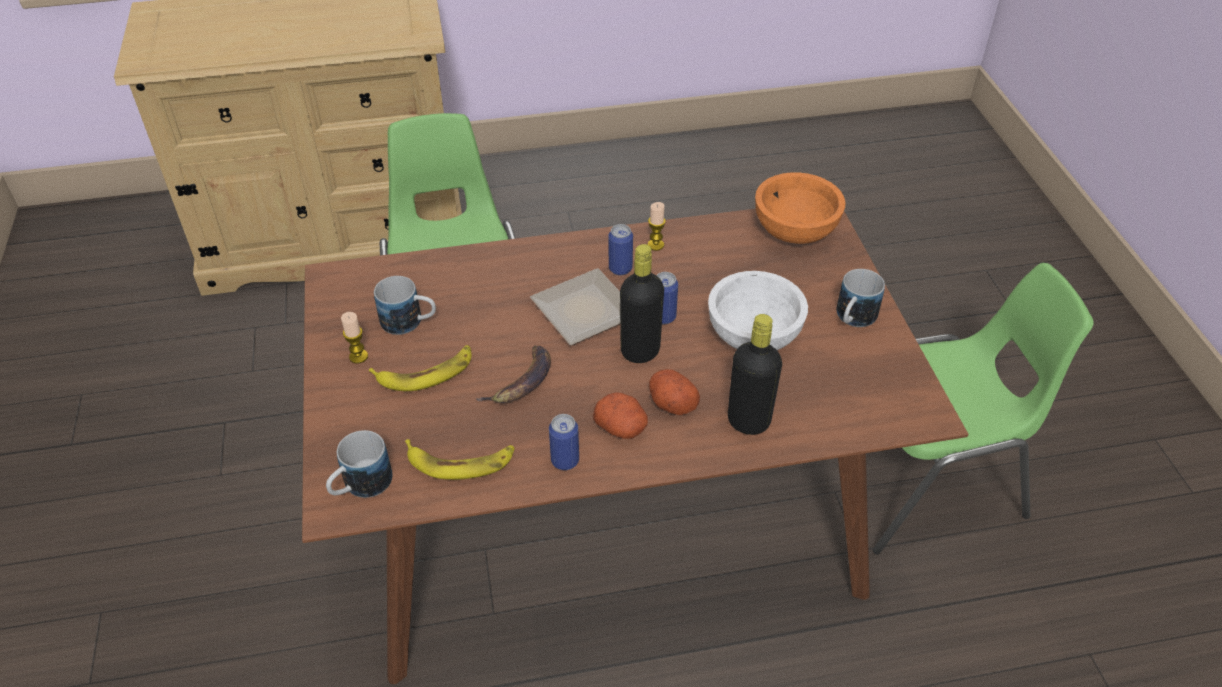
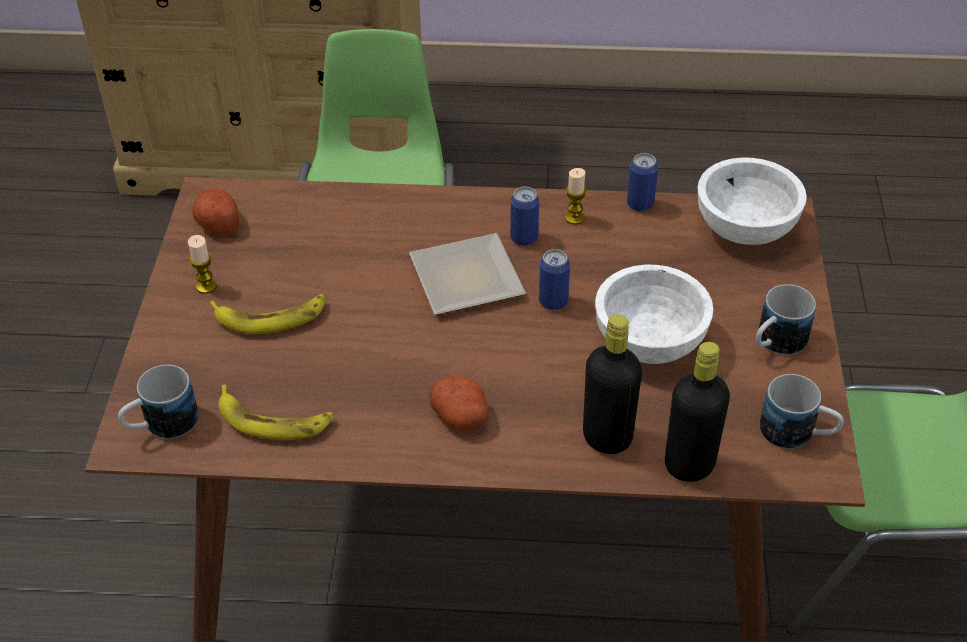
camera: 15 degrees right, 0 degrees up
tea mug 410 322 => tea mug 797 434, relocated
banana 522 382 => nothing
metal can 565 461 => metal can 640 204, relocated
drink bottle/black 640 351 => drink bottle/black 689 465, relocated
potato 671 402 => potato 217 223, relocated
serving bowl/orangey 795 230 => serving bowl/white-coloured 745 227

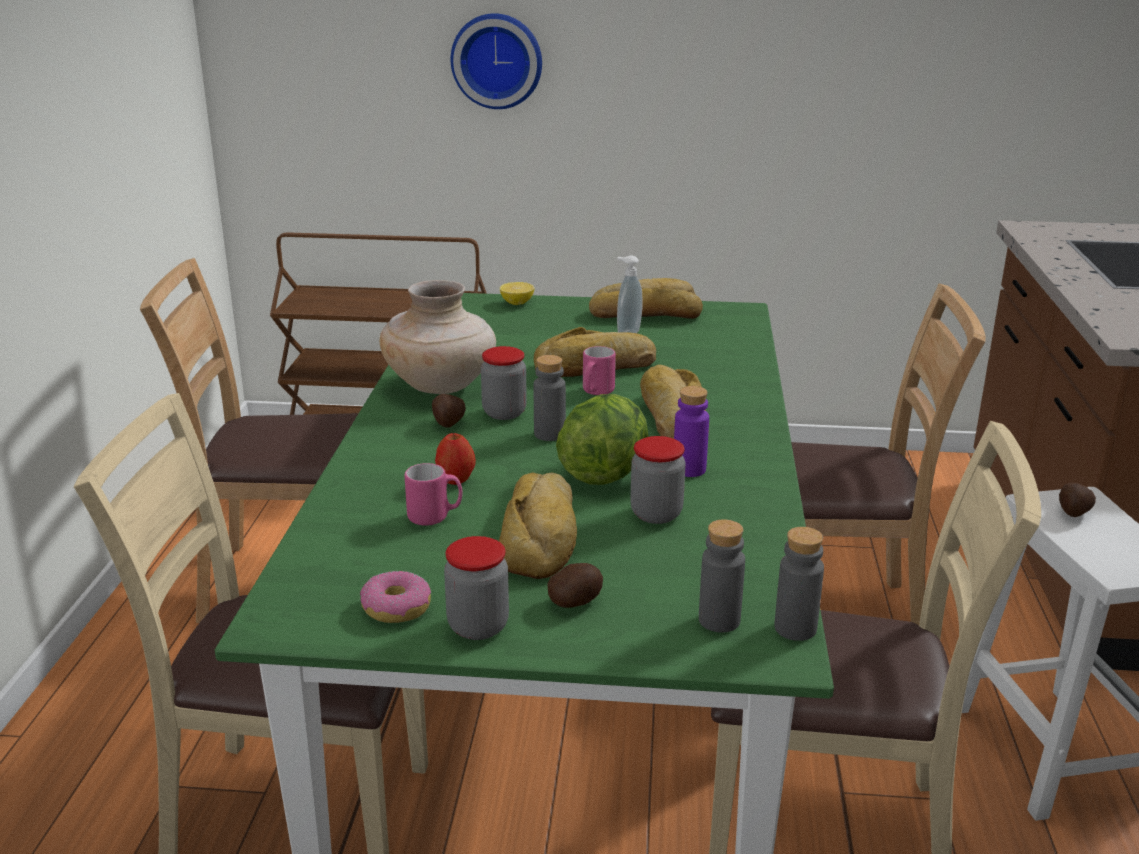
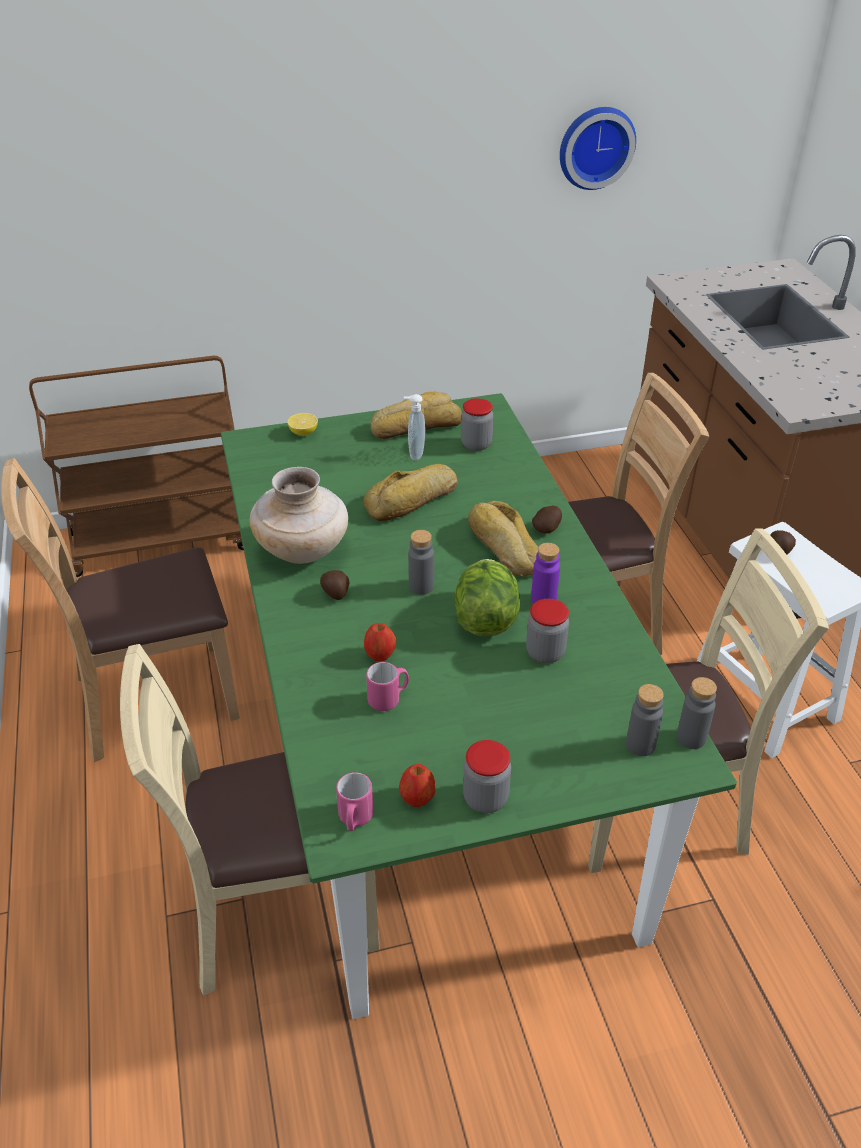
camera: 20 degrees left, 15 degrees up
donut 396 608 => apple fruit 417 798
wall clock 497 60 => wall clock 595 146, relocated
storage jar 504 413 => storage jar 476 444, relocated
baked bread 542 535 => nothing
potato 576 602 => potato 547 528, relocated
tea mug/pinkish 596 392 => tea mug/pinkish 355 820, relocated

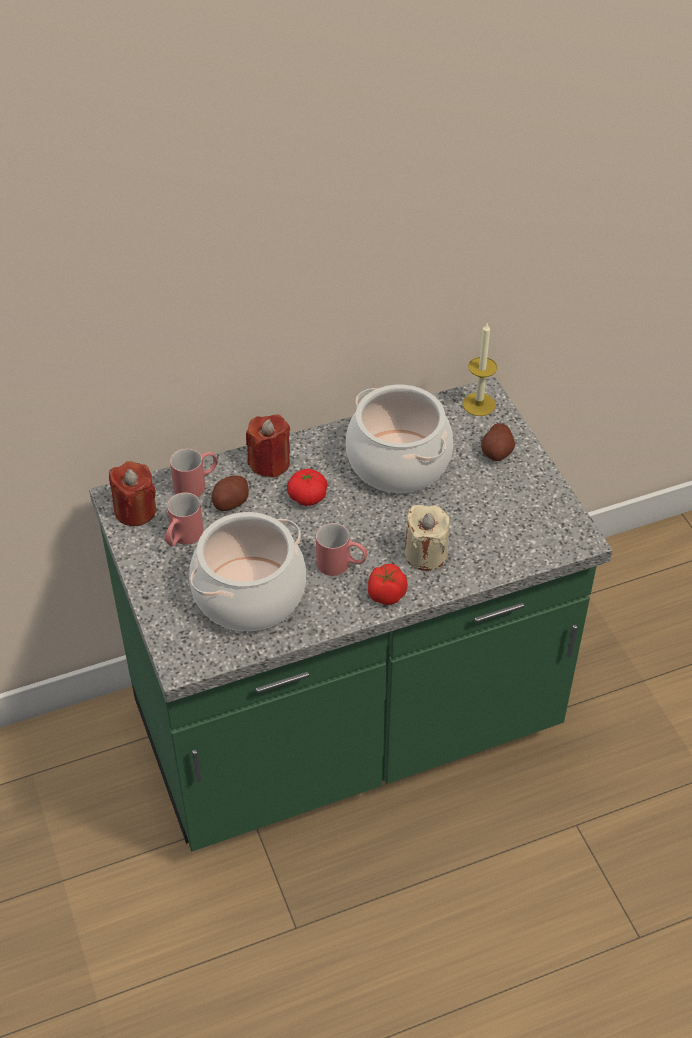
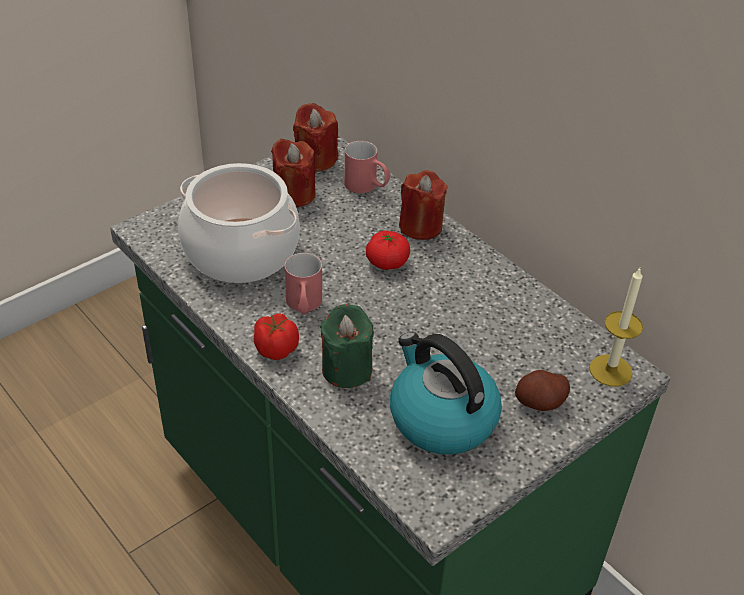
camera: 70 degrees right, 5 degrees down
tea mug/red-coloured 182 538 => wax candle/red-coloured 294 194
potato 230 502 => nothing
saucepot 397 462 => nothing
wax candle/beige 425 554 => wax candle/greenish 346 369
nothing => water kettle 441 418

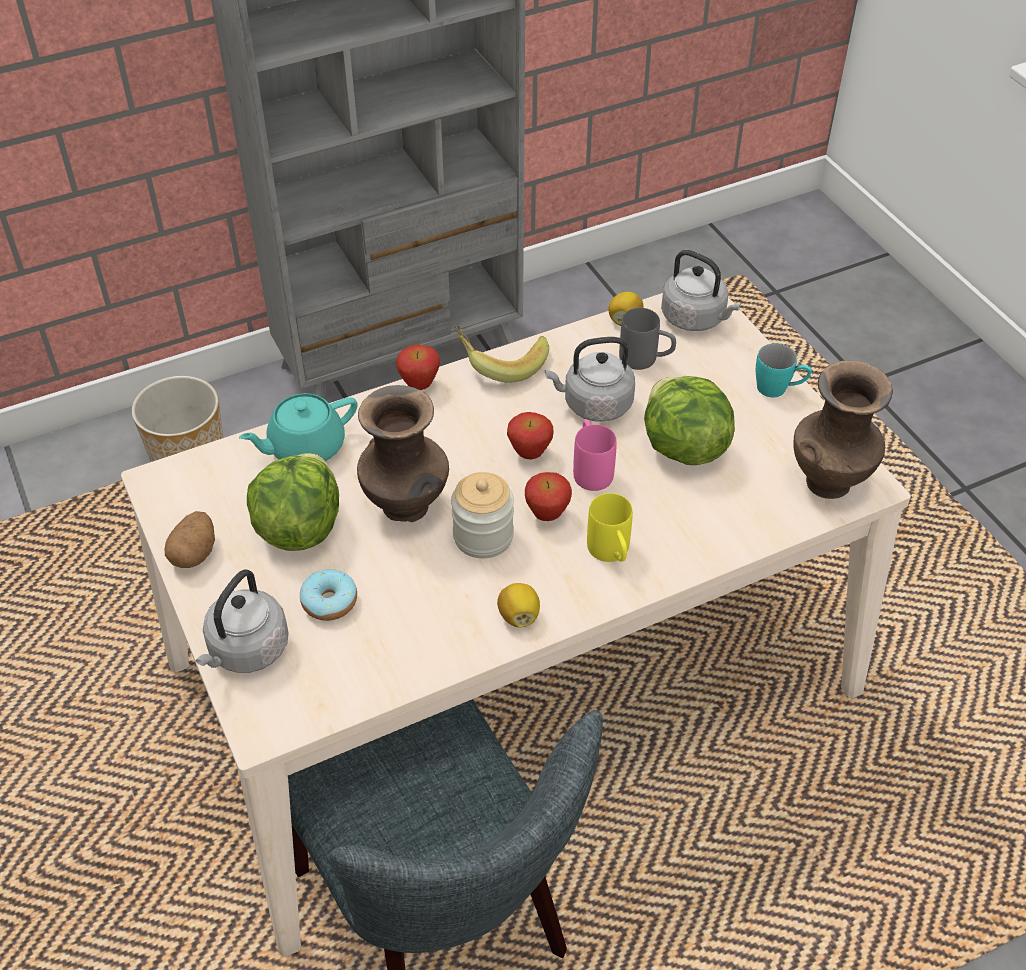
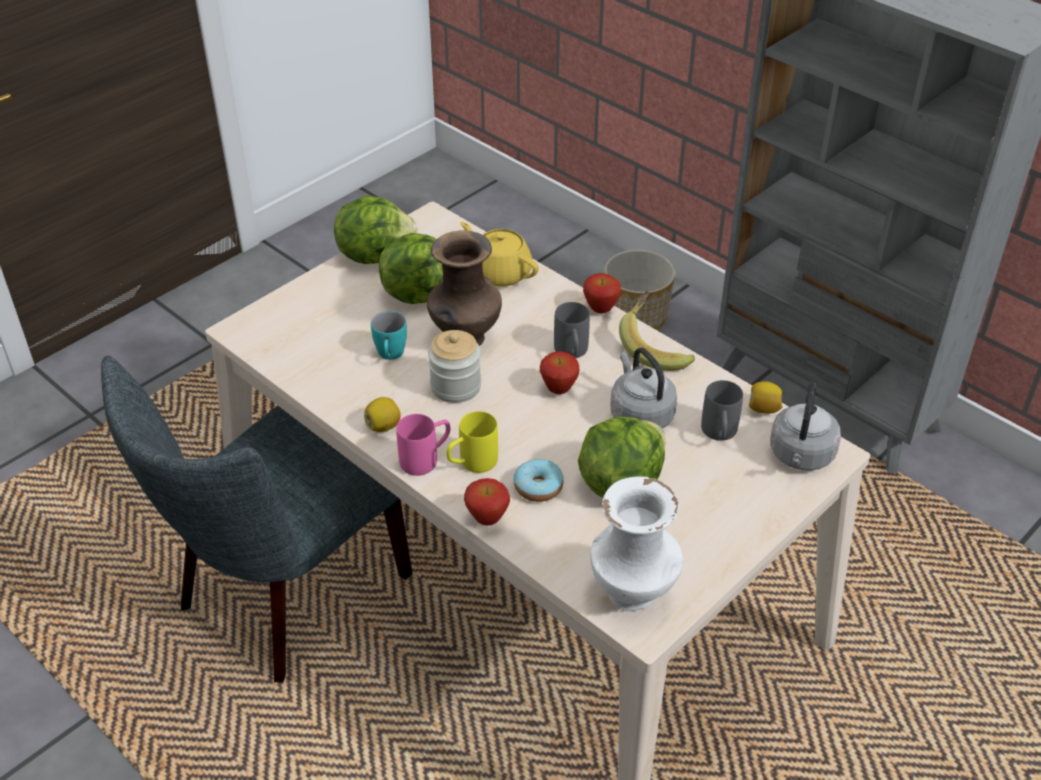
camera: 70 degrees right, 5 degrees down
potato 194 553 => lettuce head 375 254
water kettle/grey 246 651 => nothing
tea pot/turquoise 305 447 => tea pot/yellowish 500 272
donut 329 602 => donut 538 487, relocated
apple fruit 547 515 => apple fruit 487 519, relocated
tea mug/pinkish 590 469 => tea mug/pinkish 426 459, relocated
tea mug/turquoise 779 389 => tea mug/turquoise 390 355, relocated
decorative vase/brownish 829 481 => decorative vase/white-coloured 634 595
nothing => tea mug/grey 572 353

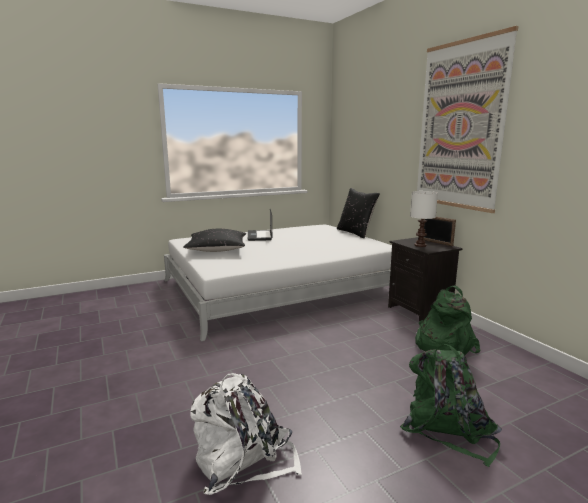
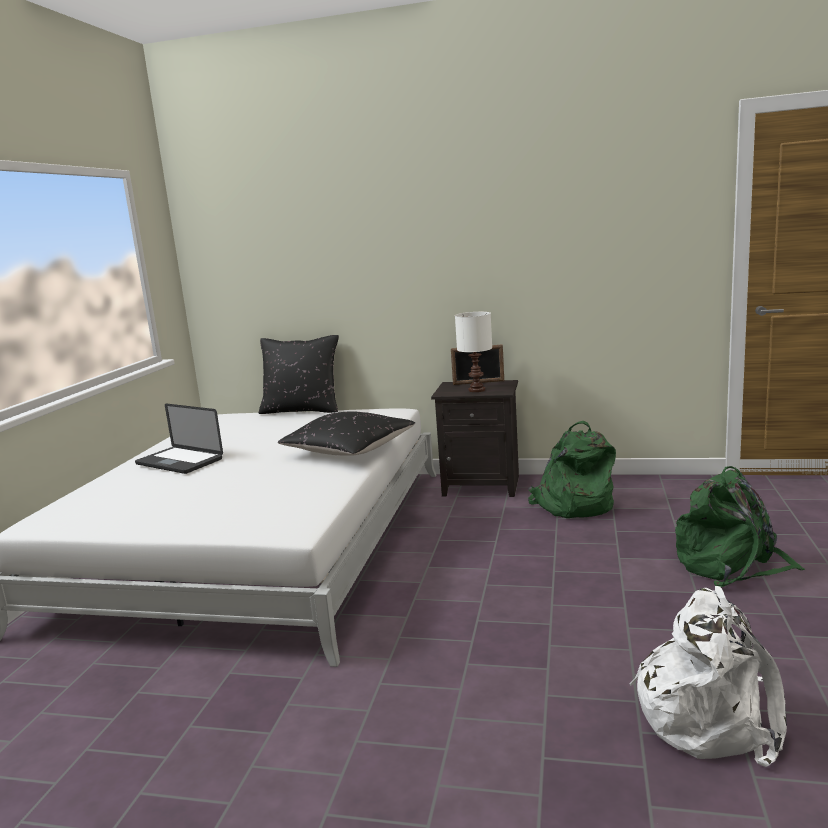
camera: 50 degrees left, 0 degrees up
throw pillow/black 217 249 => throw pillow/black 349 450, relocated
wall picture 460 126 => nothing

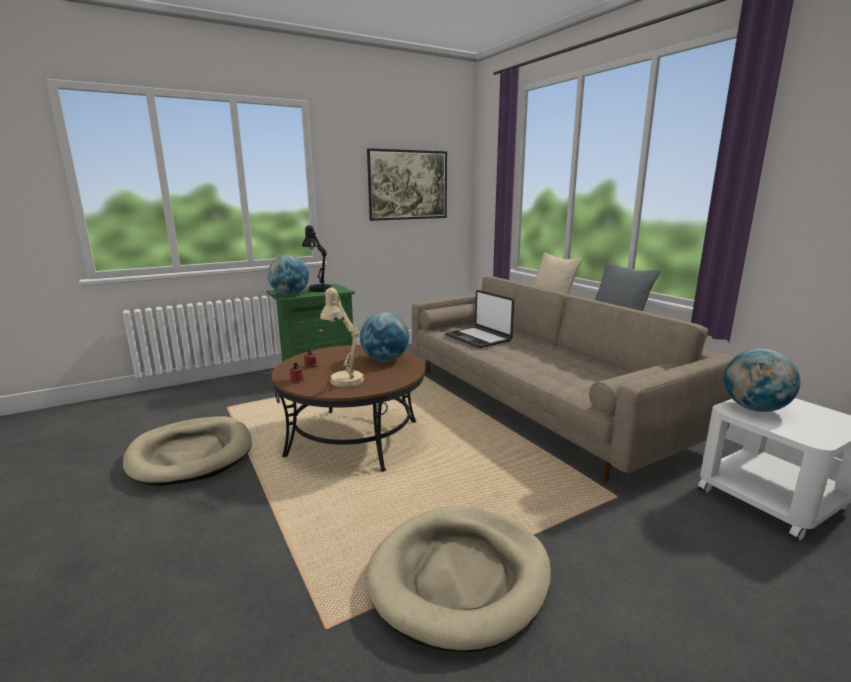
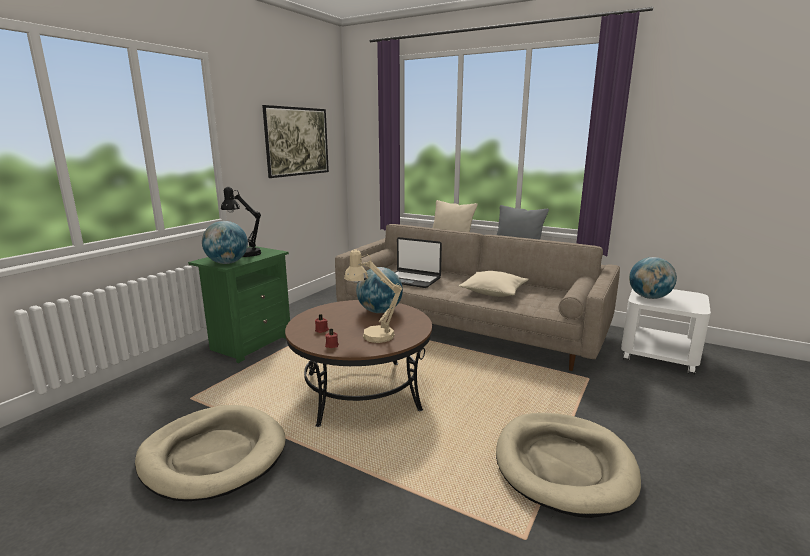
camera: 30 degrees left, 0 degrees up
nothing => throw pillow/beige 493 292

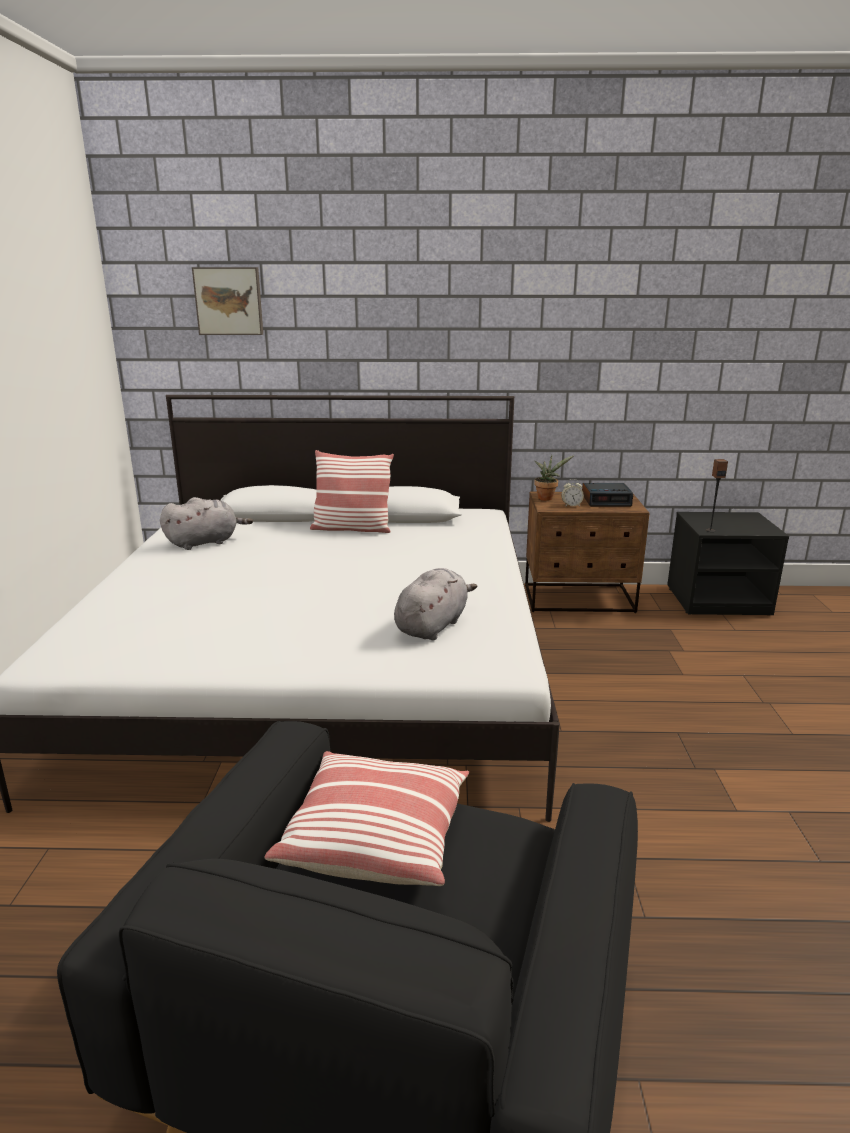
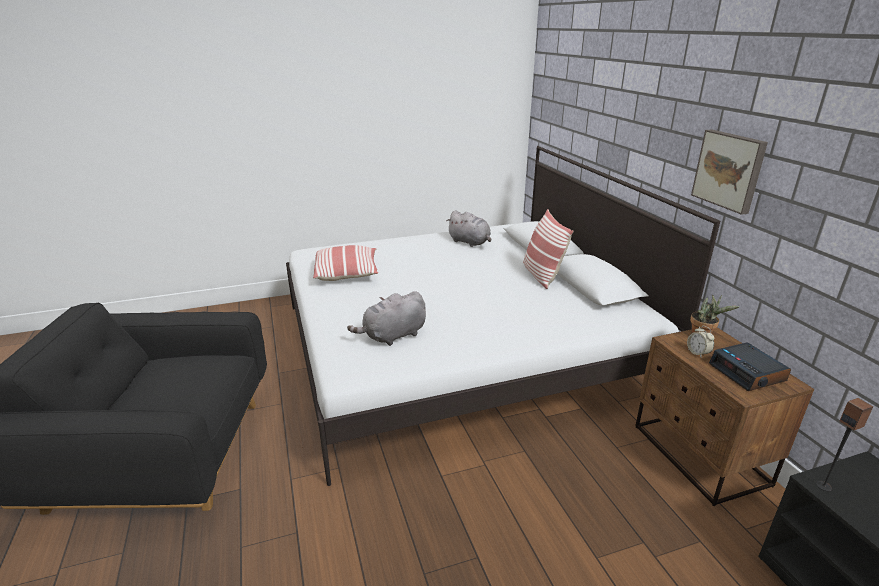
camera: 70 degrees right, 5 degrees up
wall picture 229 301 => wall picture 729 170, relocated
throw pillow 375 837 => throw pillow 347 273, relocated
plush toy/grey 432 626 => plush toy/grey 393 336, 135 degrees clockwise

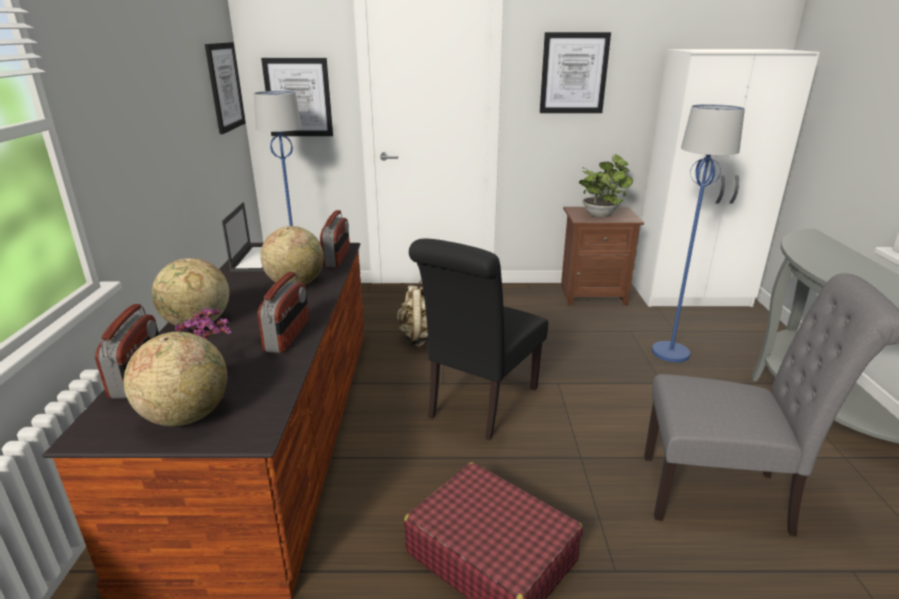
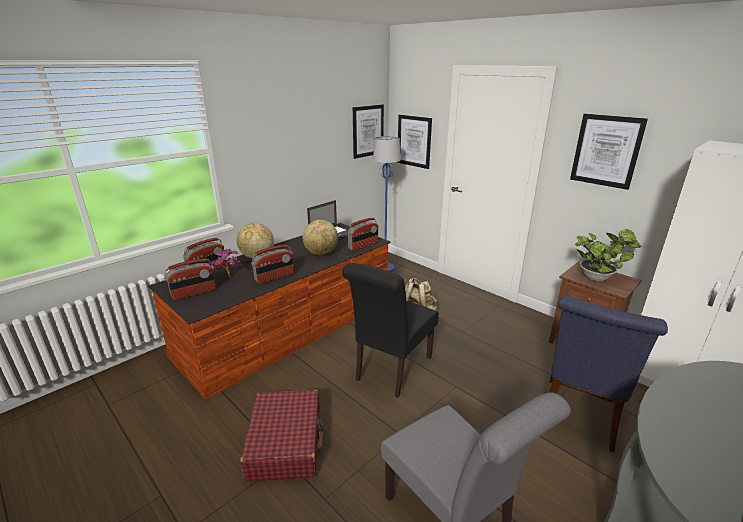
camera: 45 degrees right, 0 degrees up
globe 186 415 => radio 194 293
plain chair/black 479 405 => plain chair/black 390 370, 45 degrees counterclockwise
standard lamp/blue-coloured 670 353 => plain chair/blue-coloured 579 417

